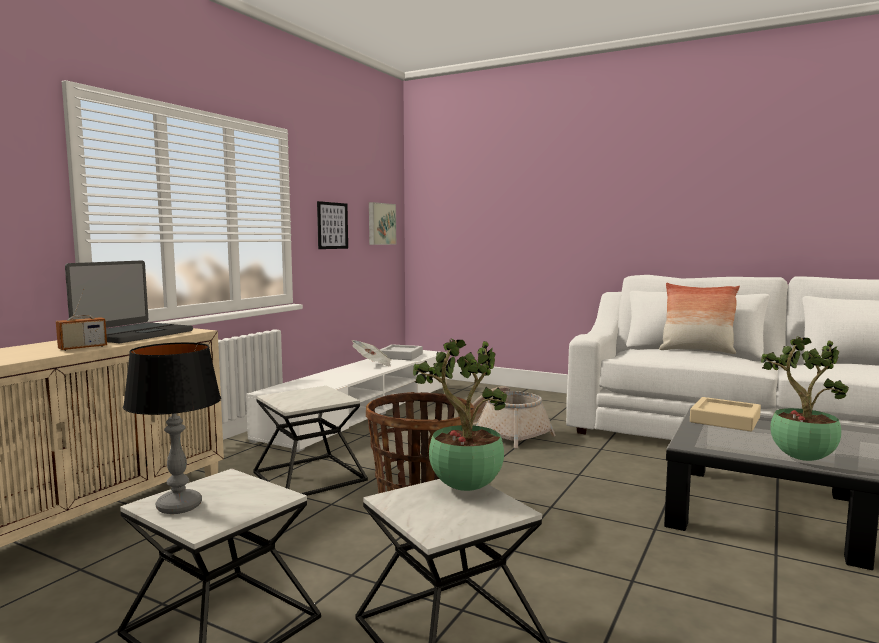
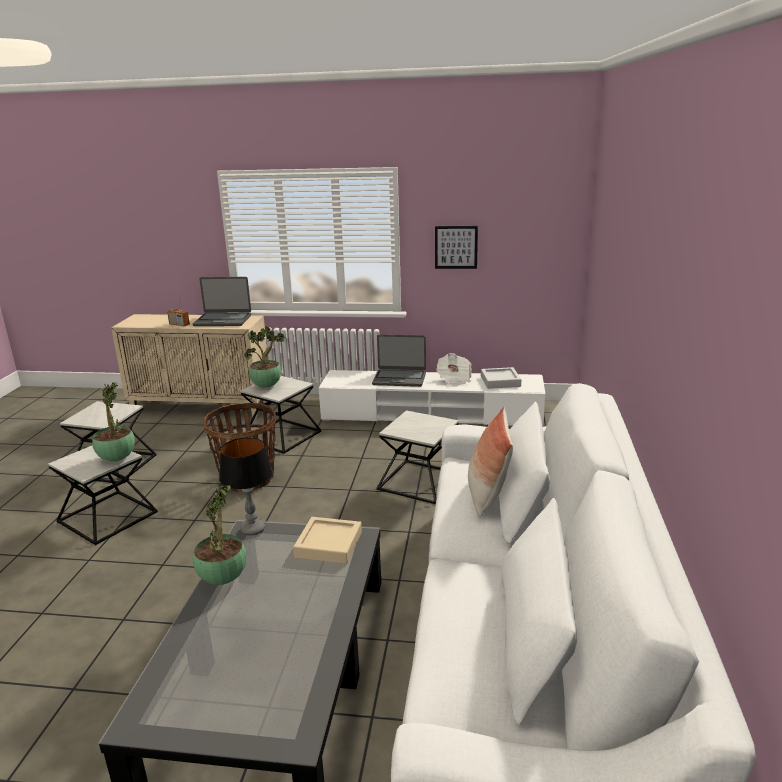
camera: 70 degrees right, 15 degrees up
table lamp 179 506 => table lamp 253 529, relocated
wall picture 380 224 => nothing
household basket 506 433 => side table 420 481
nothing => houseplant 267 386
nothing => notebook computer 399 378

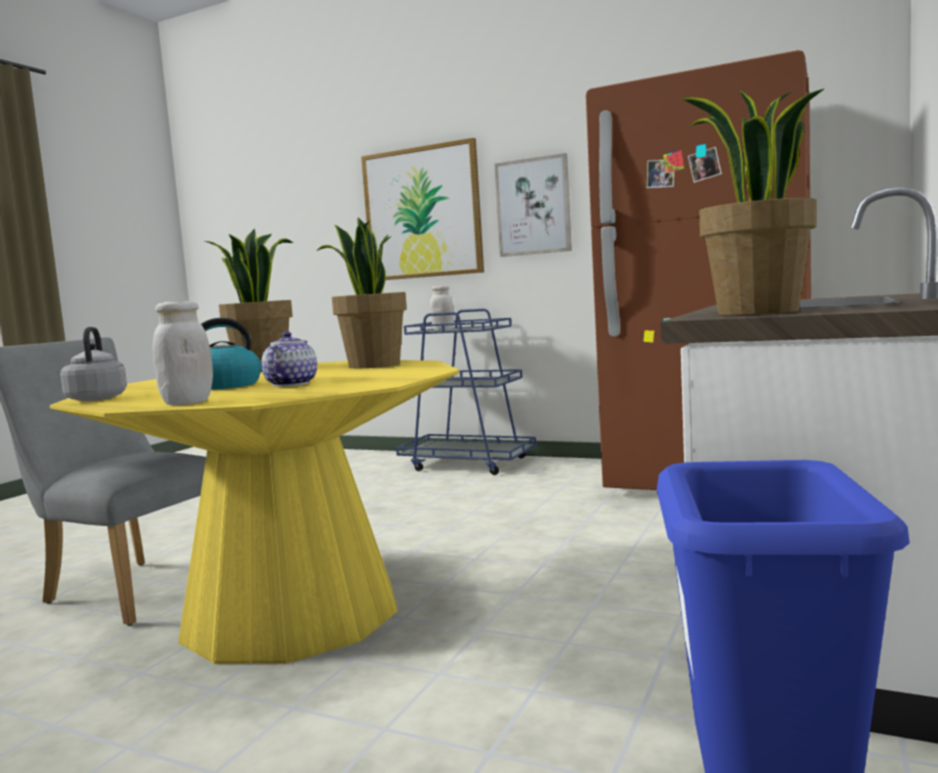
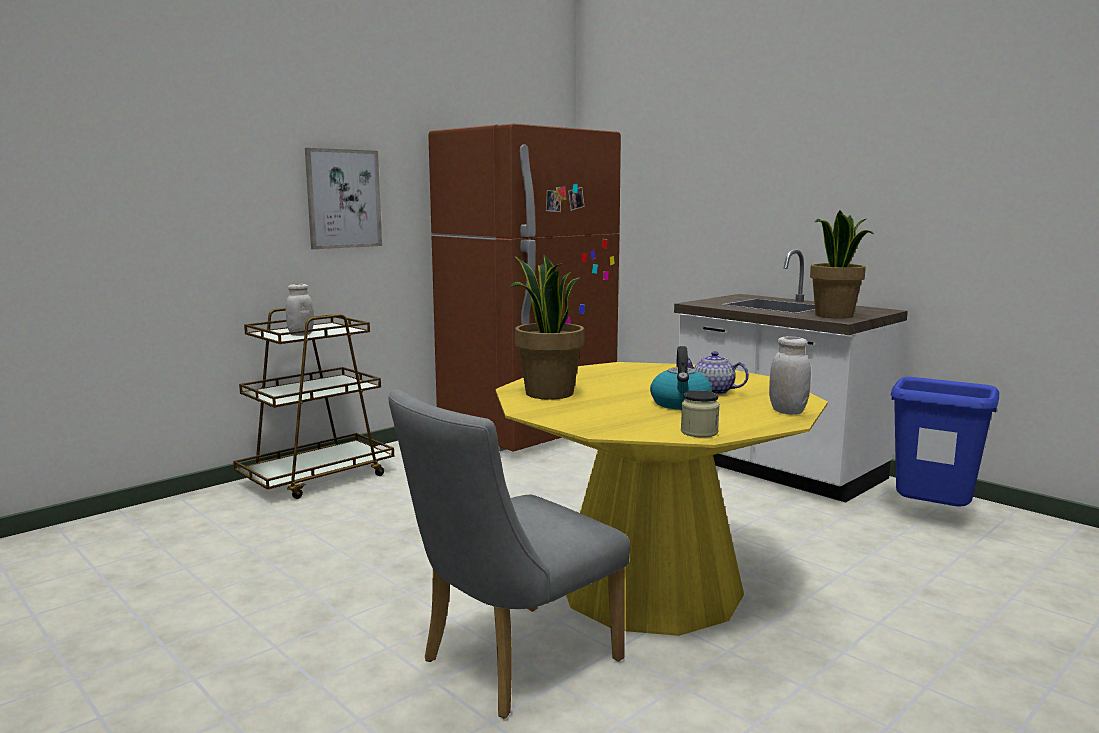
camera: 70 degrees left, 5 degrees up
water kettle/grey 98 398 => storage jar 699 432
houseplant 373 365 => nothing
wall picture 422 213 => nothing
wheeled cart/blue-coloured 468 464 => wheeled cart/brownish 317 477

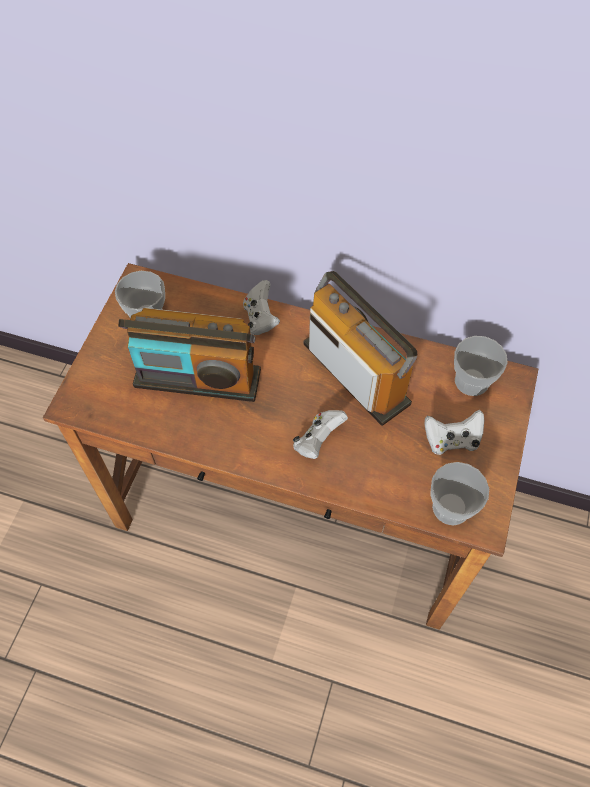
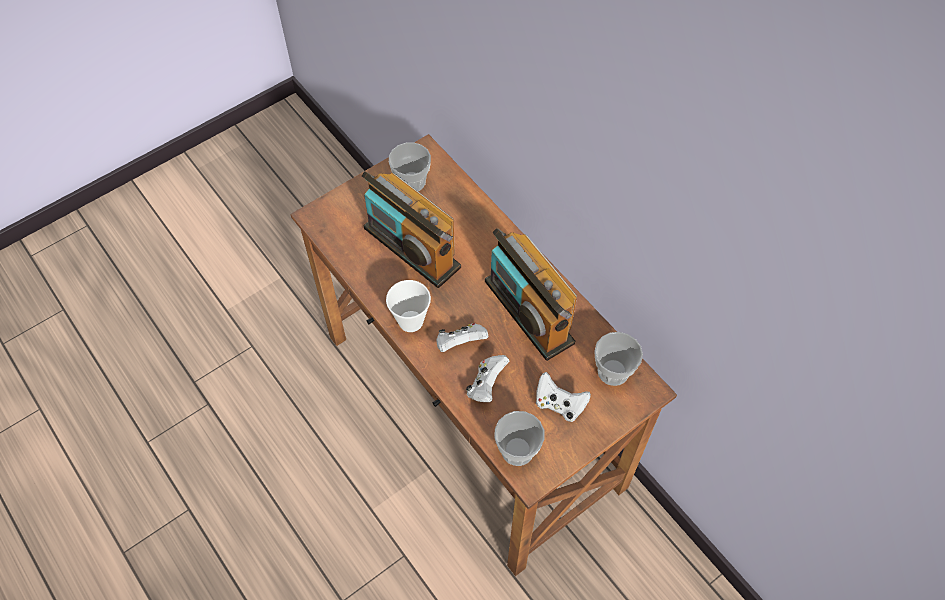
camera: 35 degrees right, 0 degrees up
joypad/white-coloured 260 319 => joypad/white-coloured 486 385, relocated
radio 356 373 => radio 528 312, 150 degrees clockwise
nothing => drinking cup 410 321

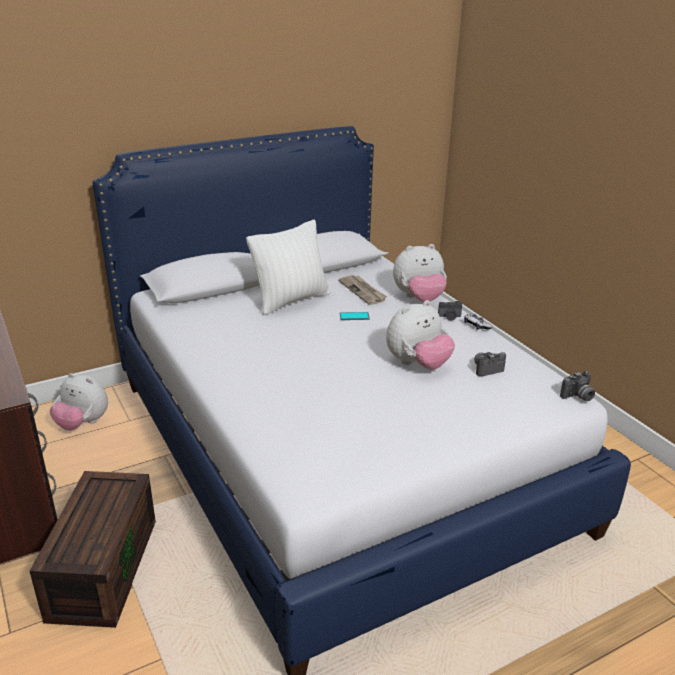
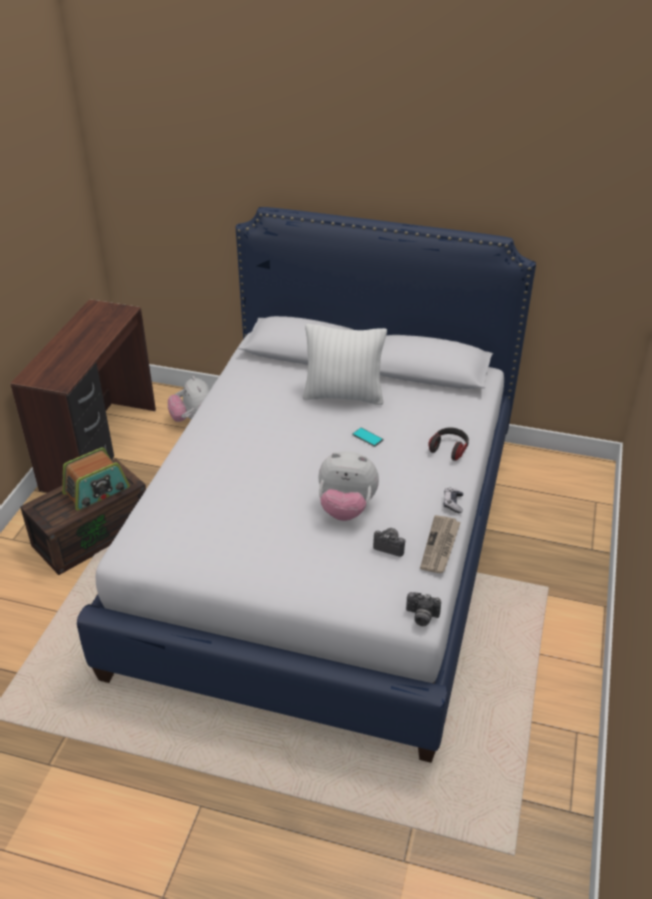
camera: 45 degrees right, 10 degrees up
daily paper 363 291 => daily paper 440 546, relocated
plush toy 419 298 => headphones 449 449
photo camera 449 317 => nothing
nothing => radio 96 491

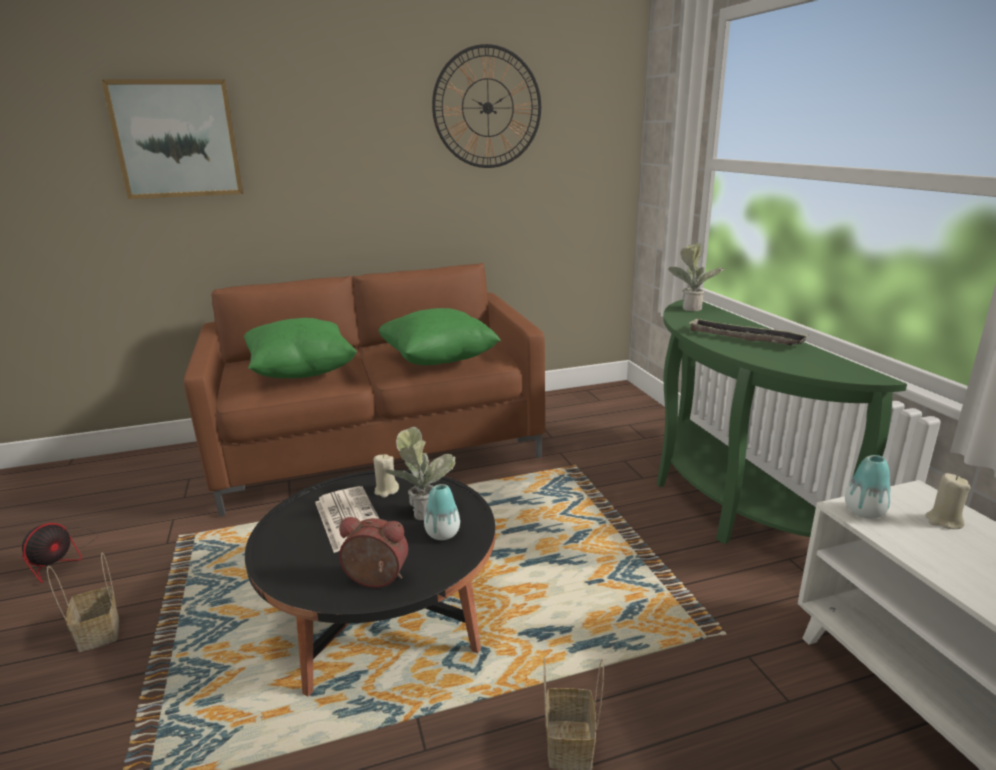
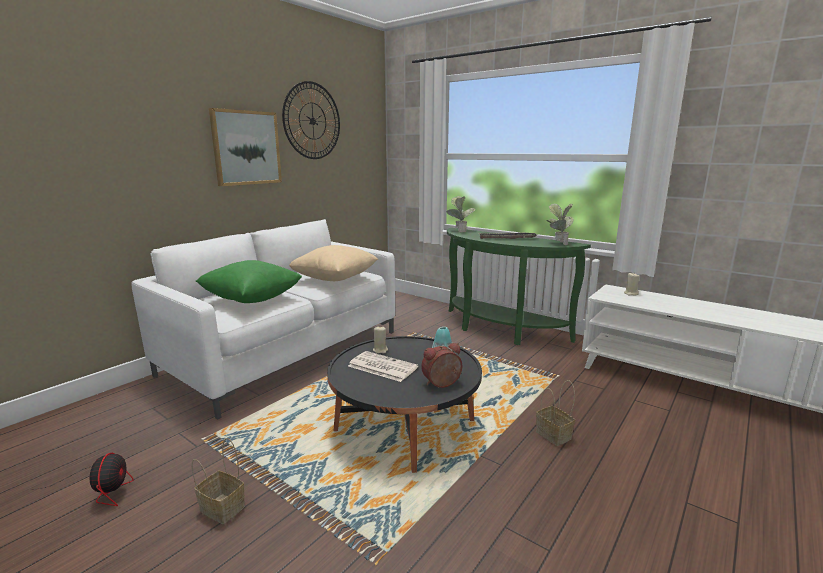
camera: 35 degrees left, 5 degrees down
wall picture 177 139 => wall picture 246 148, relocated
sofa/brownish 378 450 => sofa/white-coloured 285 354
throw pillow/greenish 438 361 => throw pillow/beige 335 279
houseplant 421 509 => houseplant 557 244, relocated
decorative vase 864 512 => nothing

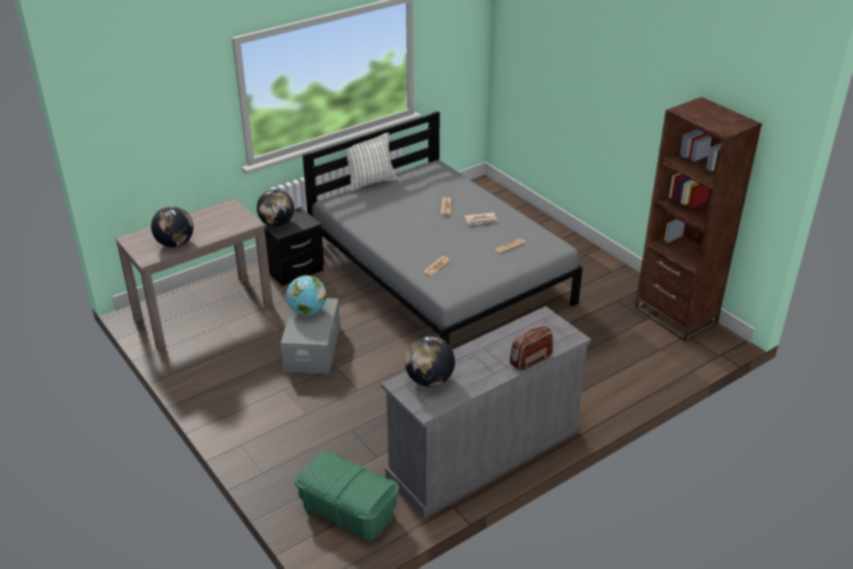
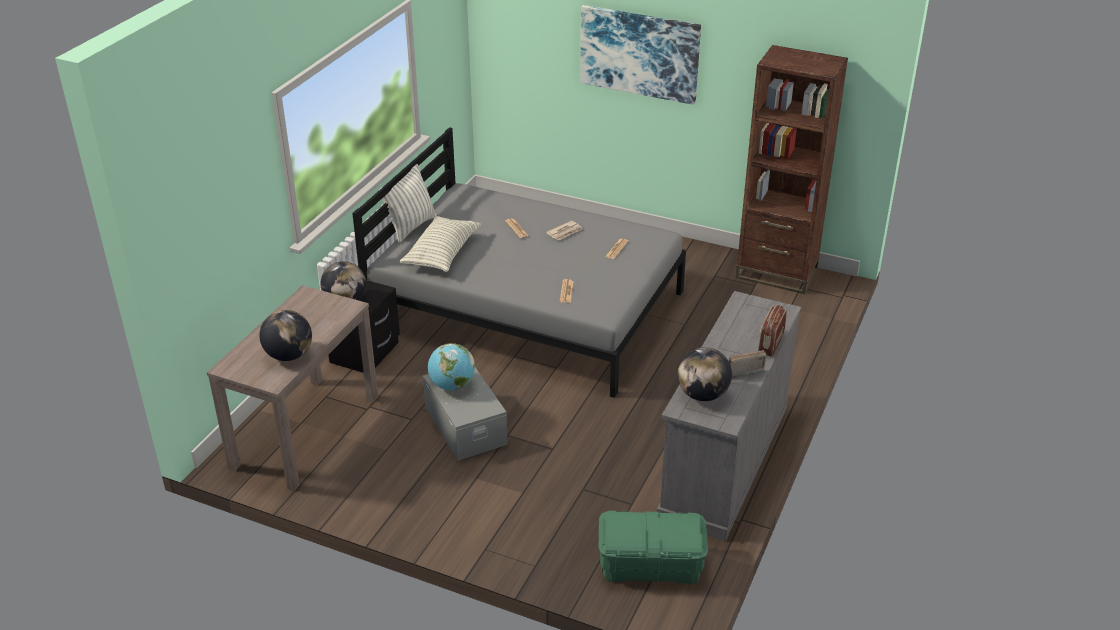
camera: 30 degrees left, 0 degrees up
nothing => throw pillow 442 254
nothing => wall picture 639 53
nothing => radio 741 371

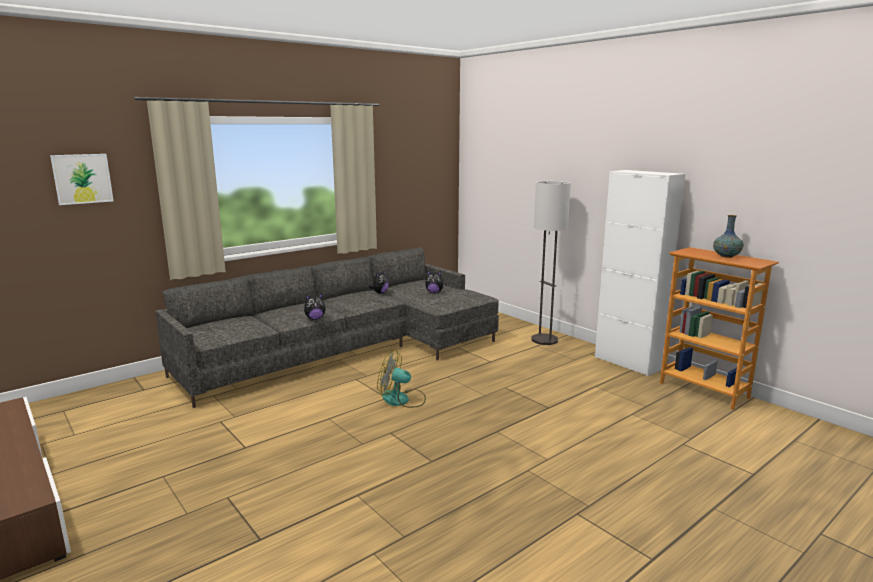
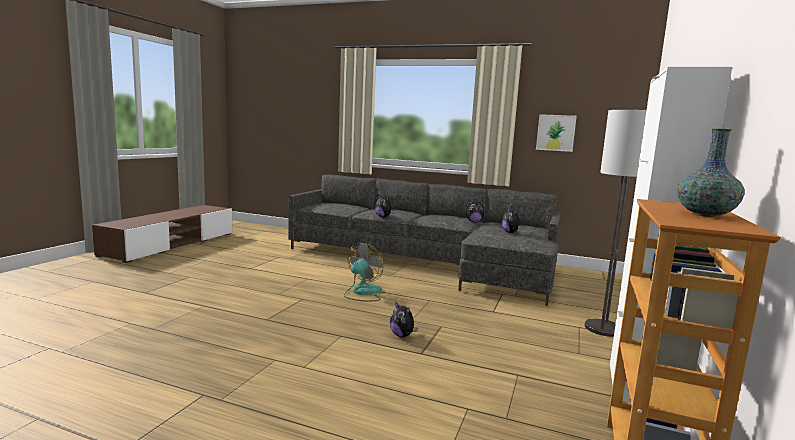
camera: 60 degrees right, 5 degrees down
wall picture 82 179 => wall picture 555 133, relocated
fan 402 400 => fan 362 293, 45 degrees clockwise
nothing => plush toy 402 335

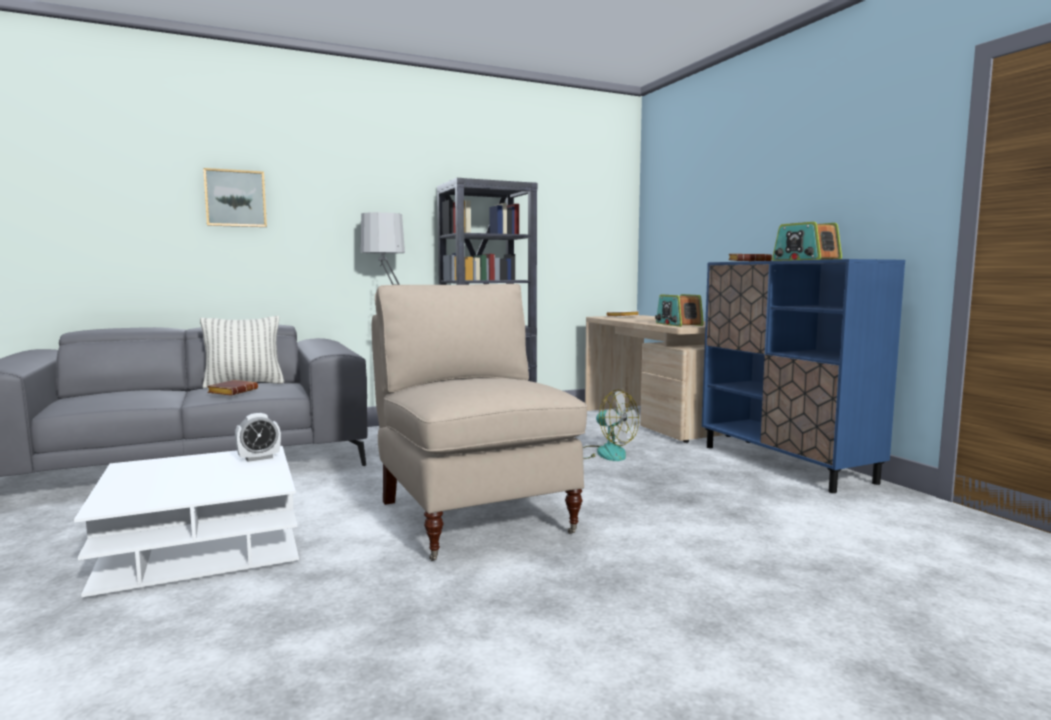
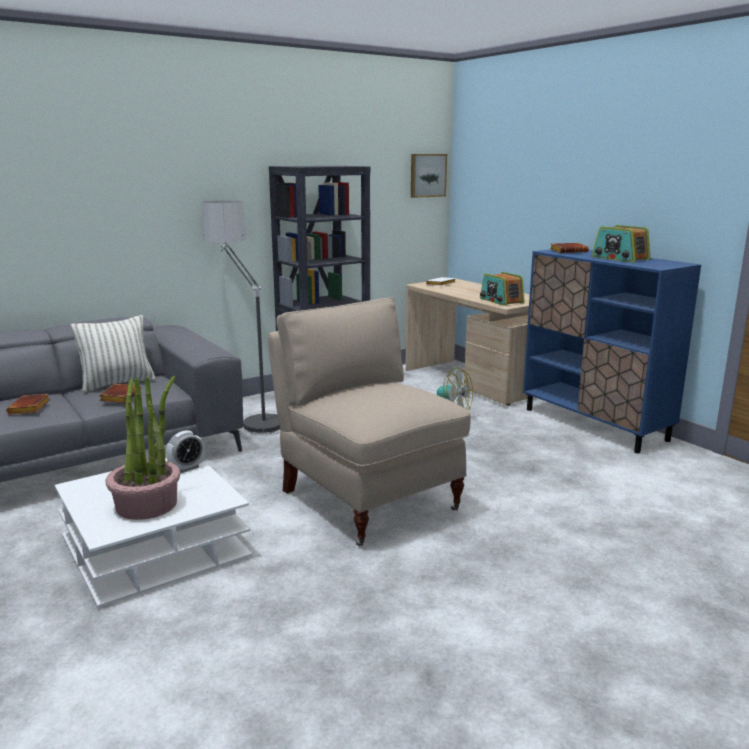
camera: 10 degrees left, 10 degrees up
wall picture 235 198 => wall picture 427 175, relocated
nothing => volume/brownish 30 408
nothing => houseplant 147 504

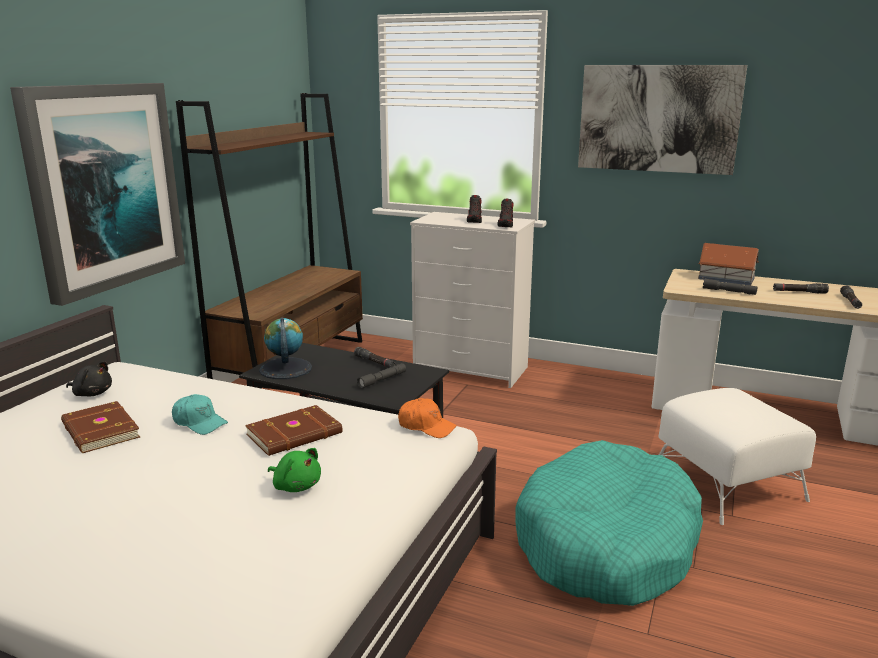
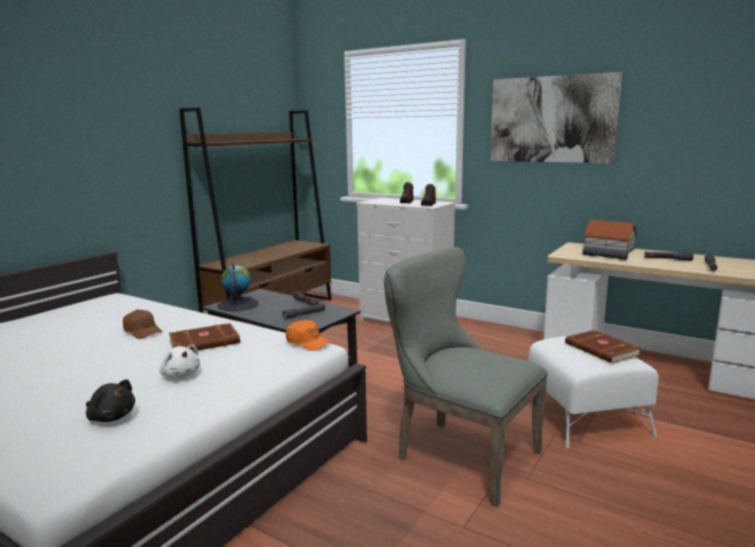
camera: 10 degrees right, 5 degrees down
wall picture 104 187 => nothing
volume/brownish 99 431 => volume/brownish 601 350, relocated
plush toy/black 92 393 => plush toy/black 111 417, relocated
baseball cap/turquoise 199 423 => baseball cap/brownish 142 331
plush toy/greenish 296 486 => plush toy/white-coloured 180 375
dog cushion/turquoise 606 544 => plain chair/grey 458 454

